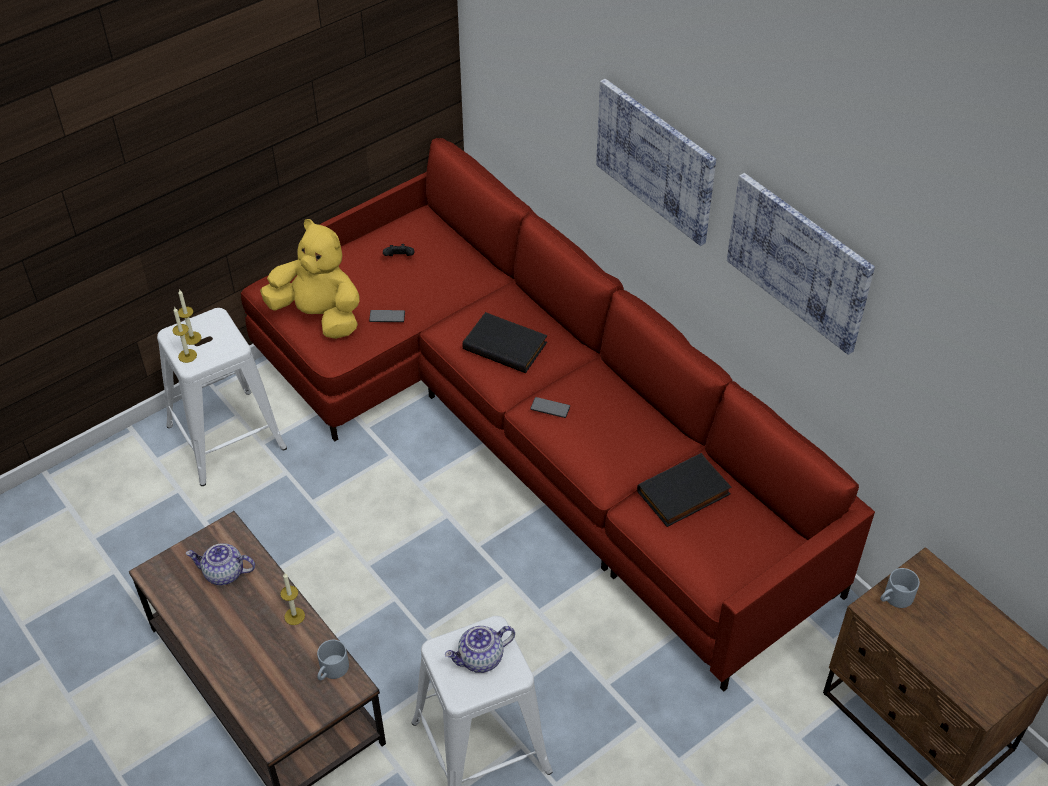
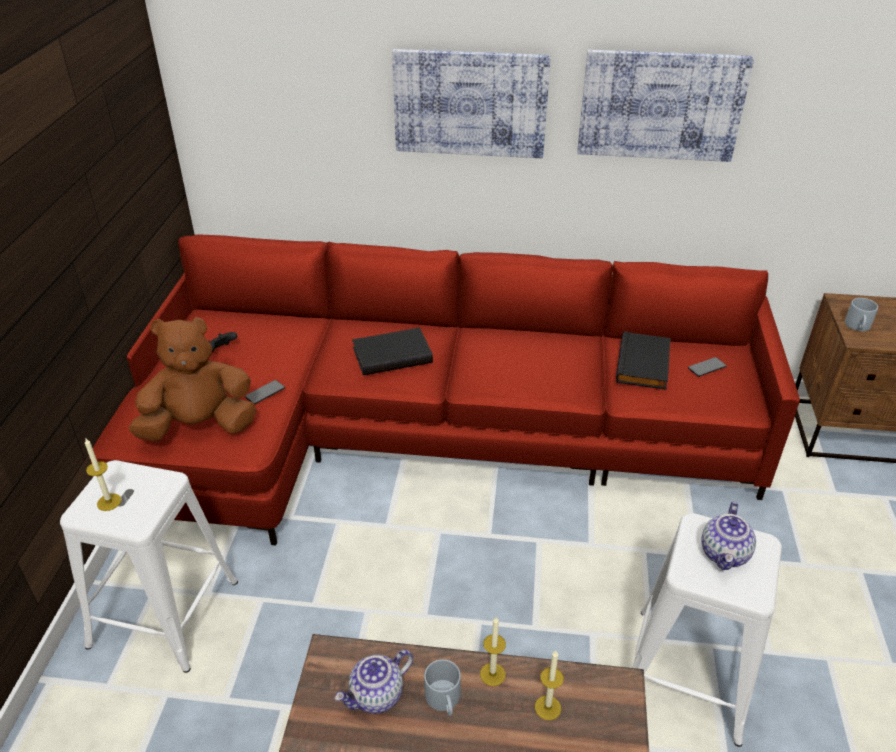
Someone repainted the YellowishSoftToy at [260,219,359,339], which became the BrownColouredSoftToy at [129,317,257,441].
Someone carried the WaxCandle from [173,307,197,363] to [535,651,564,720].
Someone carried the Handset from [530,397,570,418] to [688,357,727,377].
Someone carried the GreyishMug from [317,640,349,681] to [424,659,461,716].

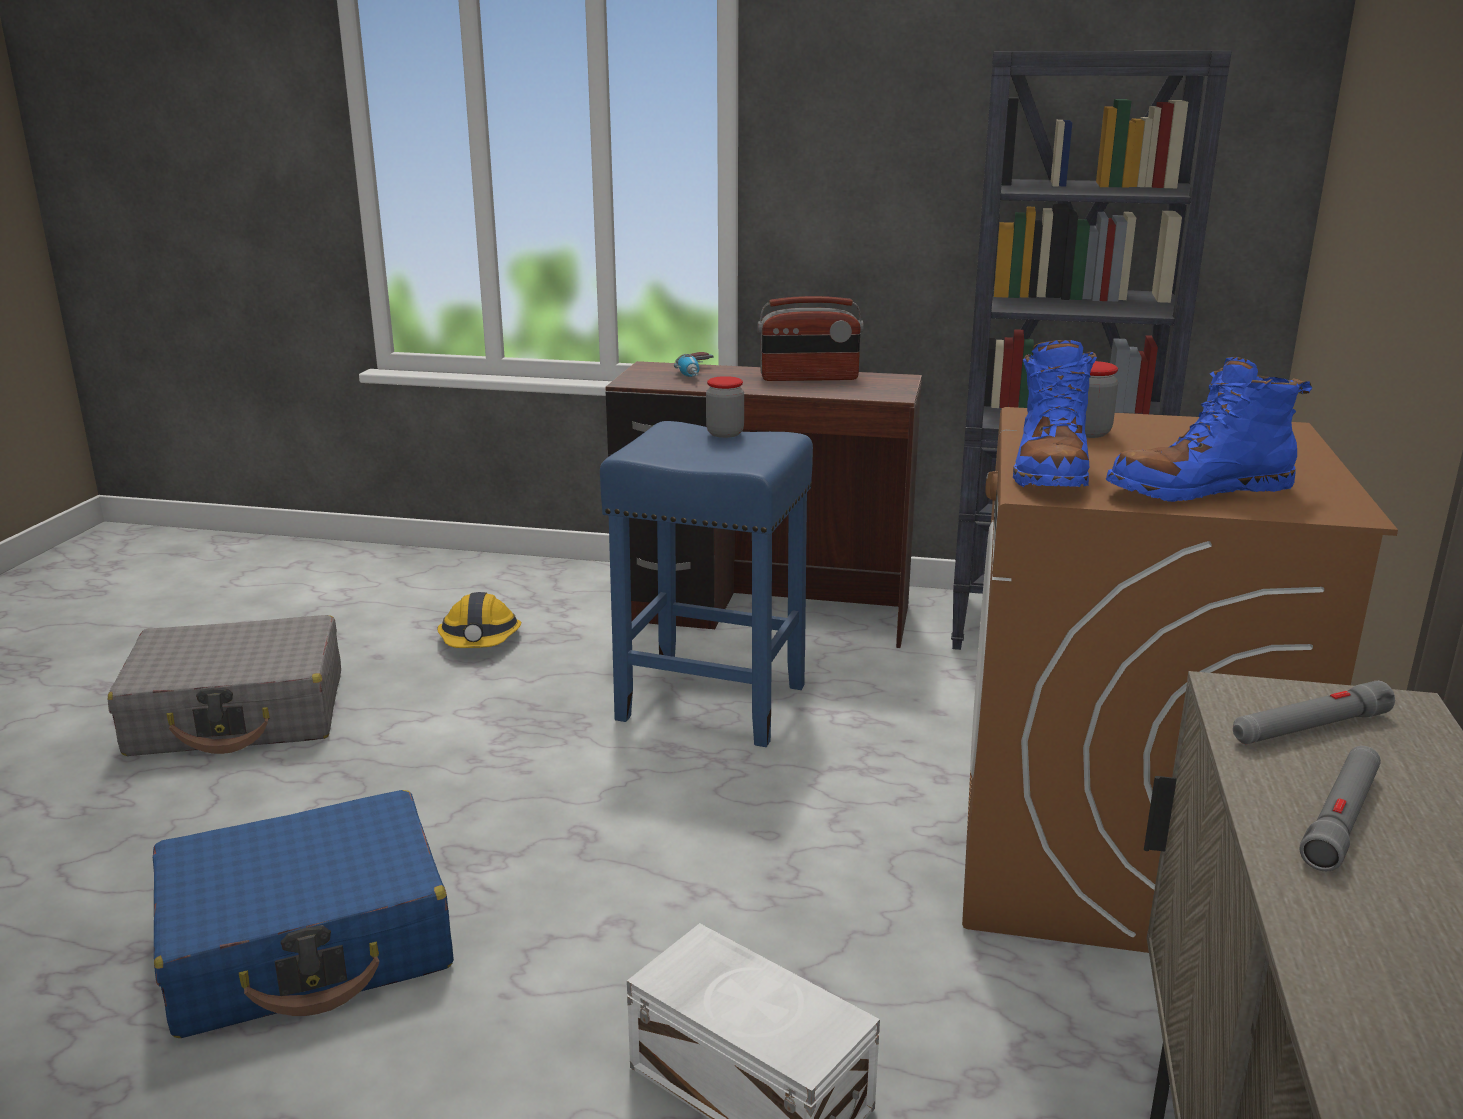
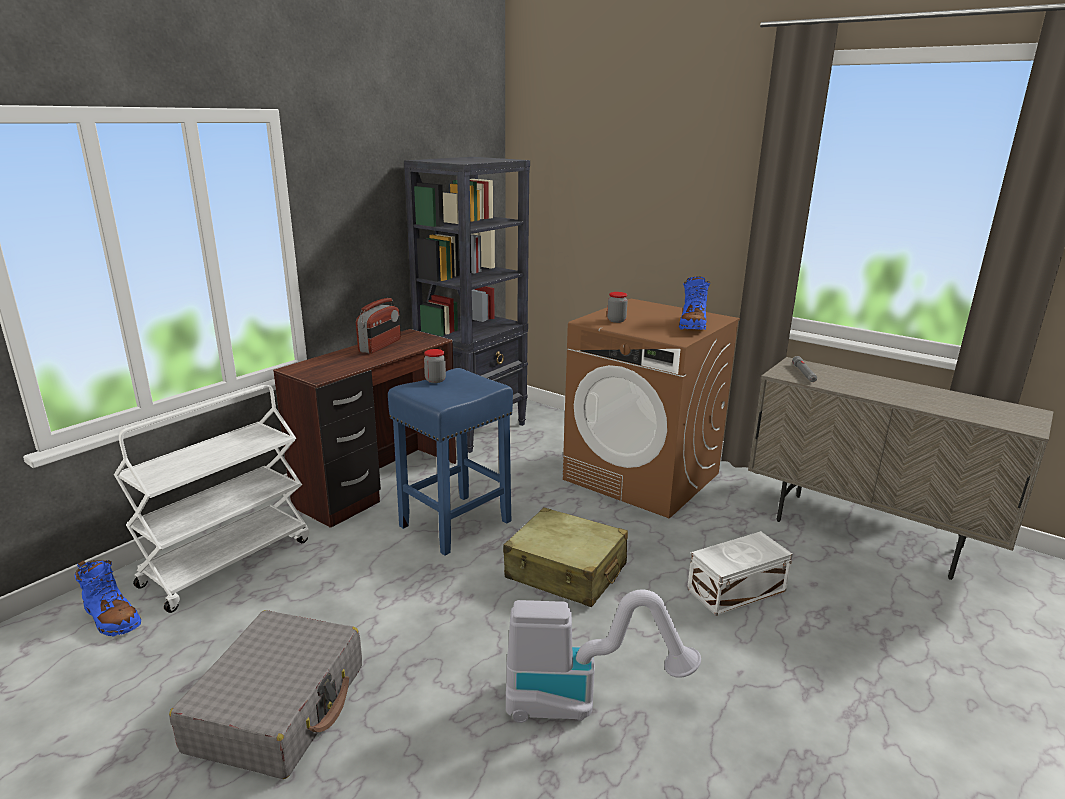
Someone carried the BlueBoot from [1013,340,1097,487] to [74,560,141,637].
Someone took away the Drill at [674,352,713,377].
Someone took away the WorkHelmet at [437,592,521,648].
Someone took away the GreyishTorch at [1299,746,1381,871].
Someone swapped the BlueSuitcase at [153,790,454,1038] for the Hoover at [506,590,701,723].
Someone put down the WhiteColouredTrolley at [114,385,309,613].
Someone put down the SandColouredSuitcase at [503,507,628,607].

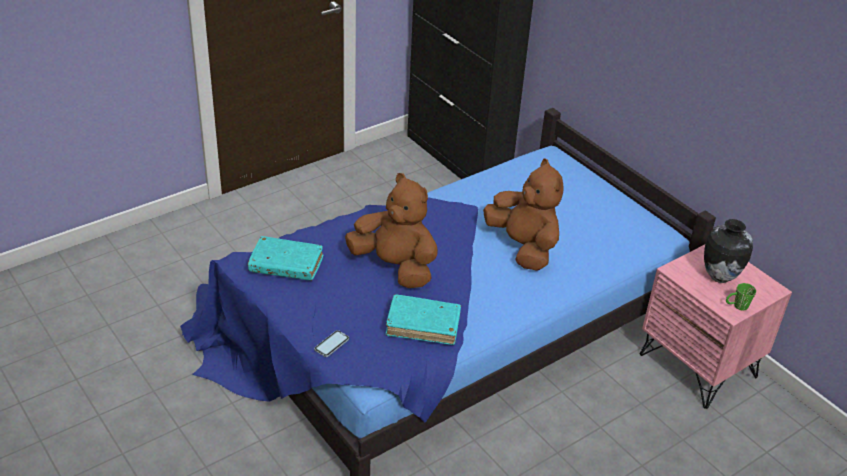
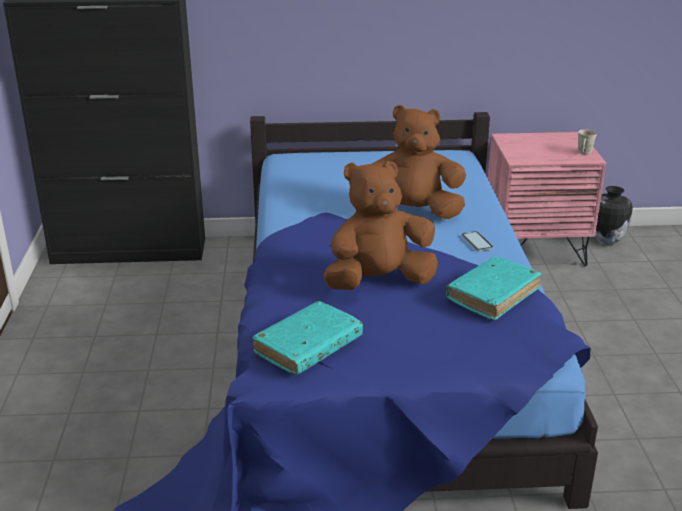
Someone carried the FlowerVase from [704,219,753,283] to [595,186,633,246].
Someone repainted the GreenMug at [726,283,756,311], which became the WhiteColouredMug at [578,129,597,155].
Someone carried the Handset from [314,330,349,357] to [461,231,493,251].

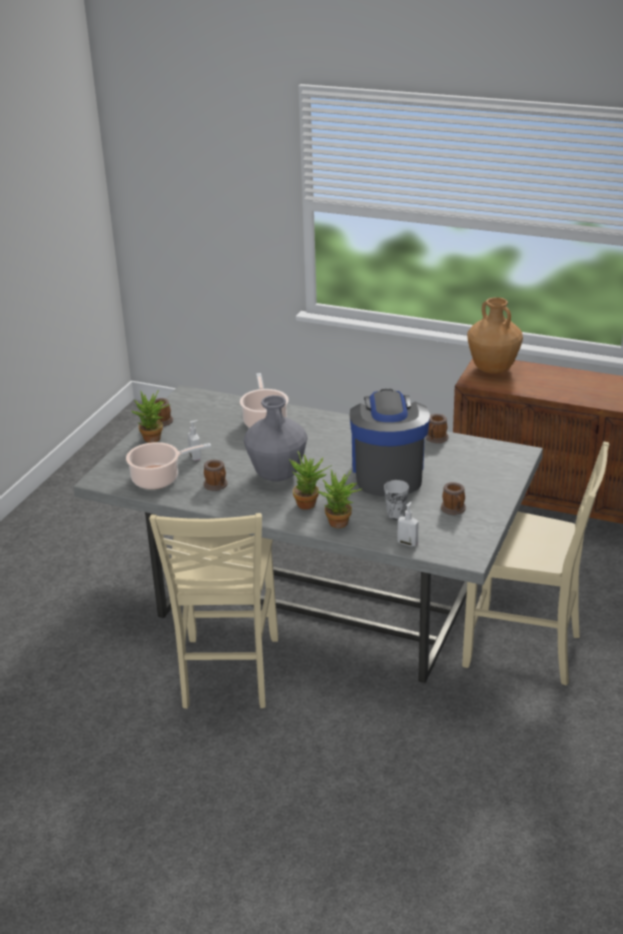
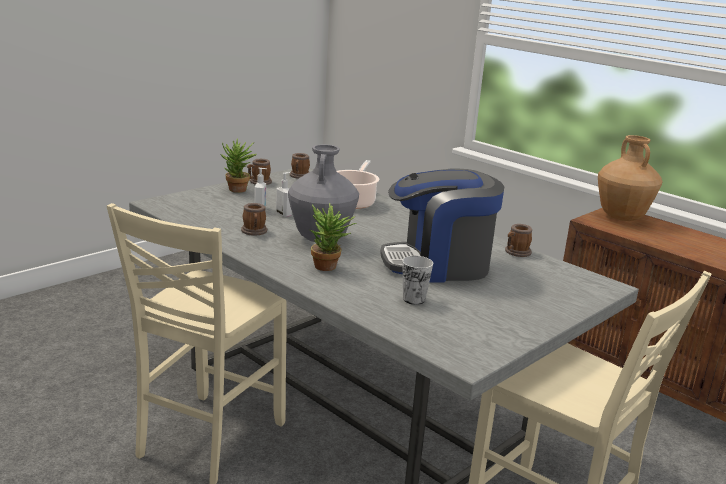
Someone rotated the CoffeeBrewer at [350,389,430,496] by 120 degrees counterclockwise.
Someone took away the Stockpot at [126,442,211,489].
Someone took away the PottedPlant at [318,469,362,528].
Someone carried the Mug from [441,482,466,515] to [290,153,310,179].
Someone carried the SoapDispenser from [398,502,419,546] to [276,172,292,217].

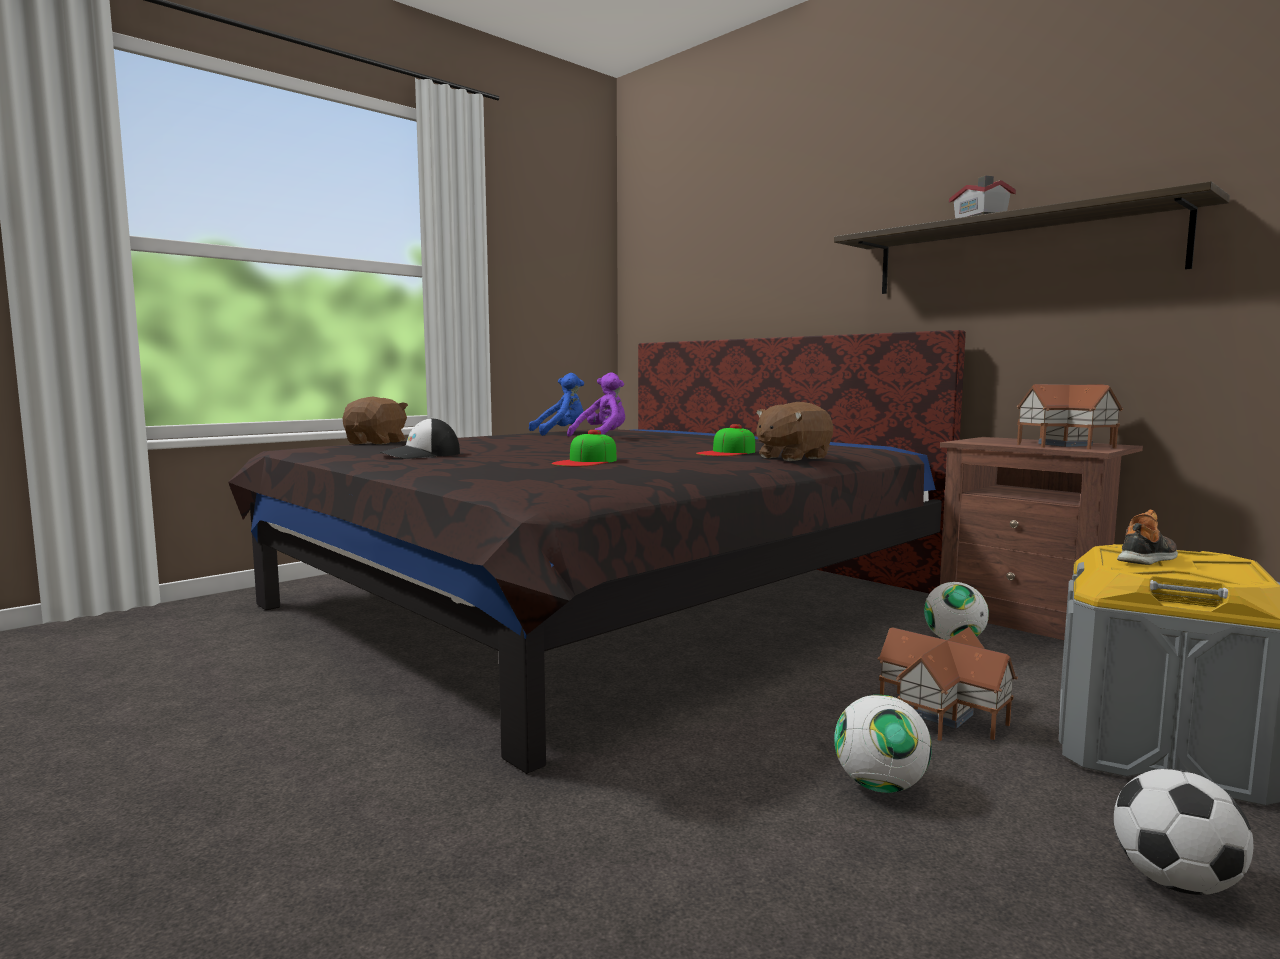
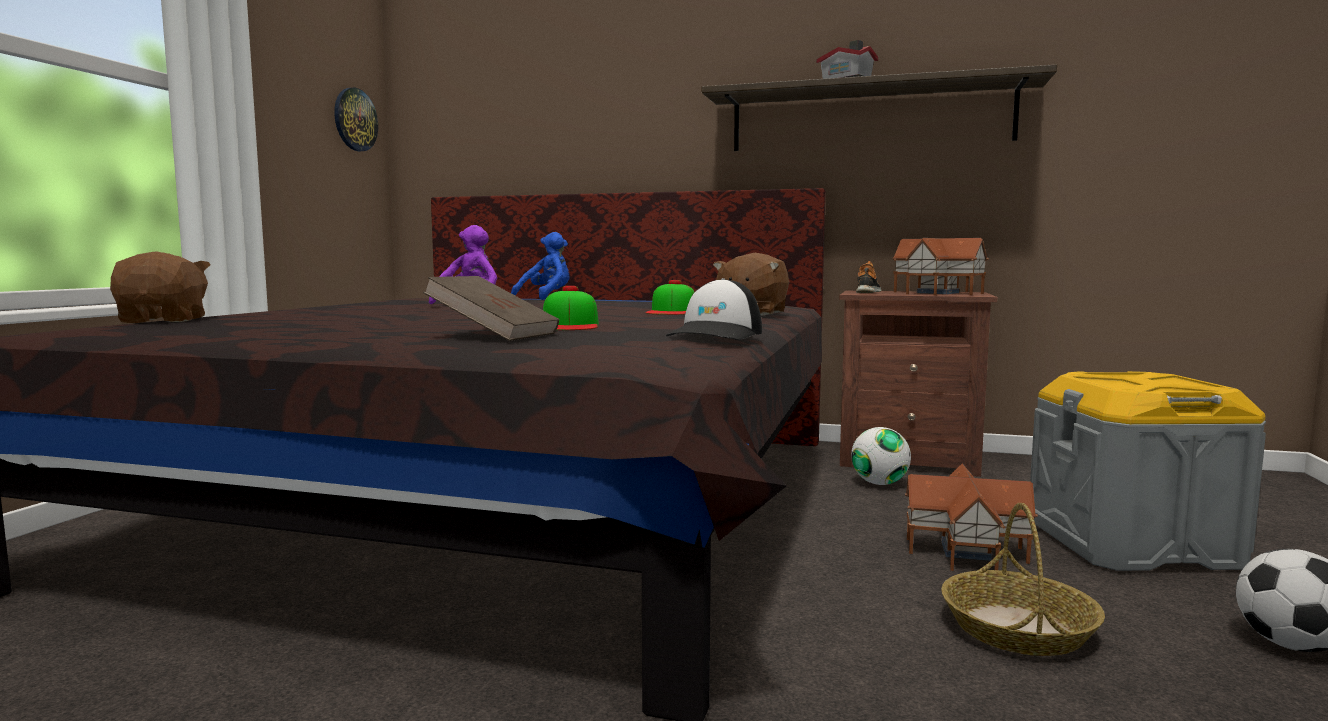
Someone carried the BlueSoftToy from [529,373,584,436] to [511,232,570,300].
Someone carried the PeakedCap from [380,418,460,459] to [666,278,762,340].
Someone carried the LowShoe from [1117,510,1178,565] to [856,261,882,293].
Someone swapped the BallForFootball at [834,695,932,793] for the HouseholdBasket at [941,503,1105,656].
Someone put up the ClockOnTheWall at [334,88,378,151].
Someone put down the BrownColouredBook at [423,276,559,341].

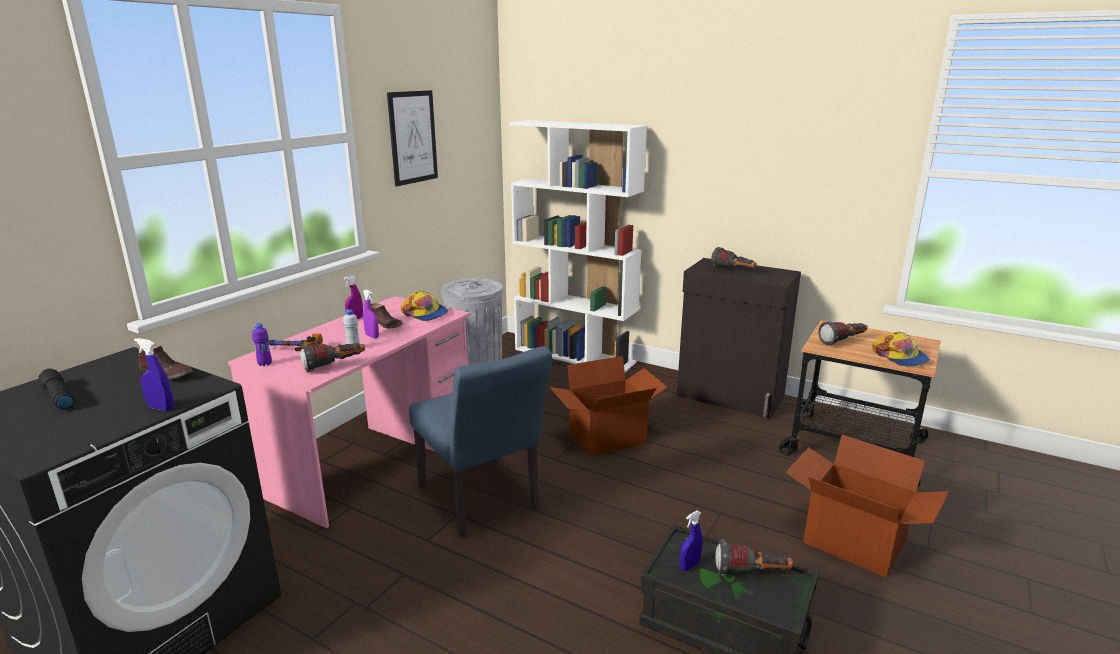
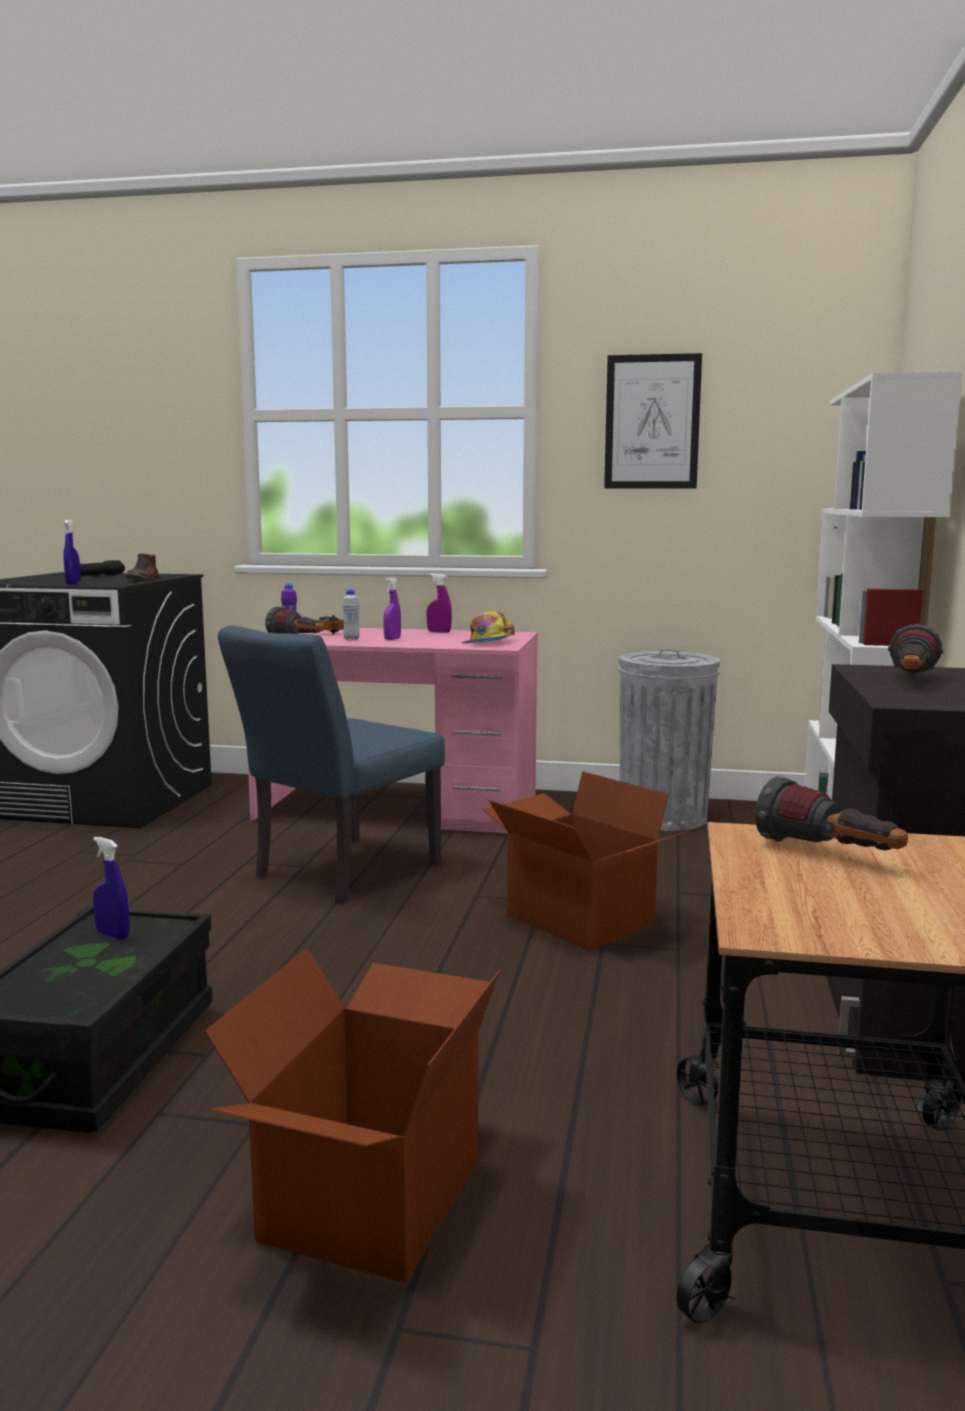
Someone took away the BrownColouredLowShoe at [371,303,403,329].
Someone took away the PeakedCap at [872,332,930,366].
Someone took away the Torch at [715,539,793,576].

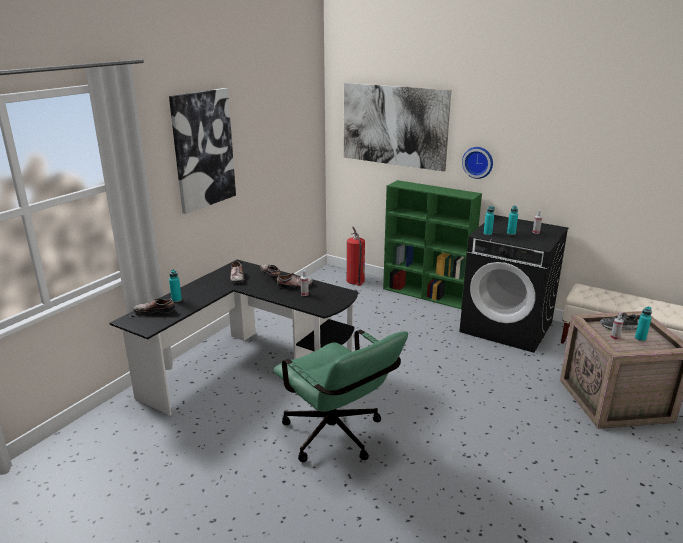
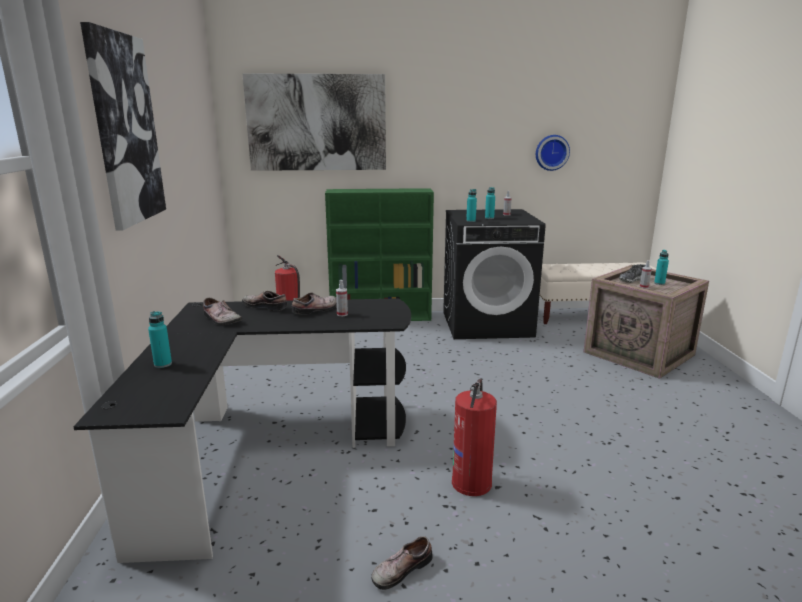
Someone carried the ClockOnTheWall from [462,147,493,179] to [536,135,570,171].
Someone carried the LowShoe from [134,298,175,314] to [371,536,432,590].
Someone swapped the GreenDeskChair at [273,329,408,462] for the FireExtinguisher at [452,379,497,496].

